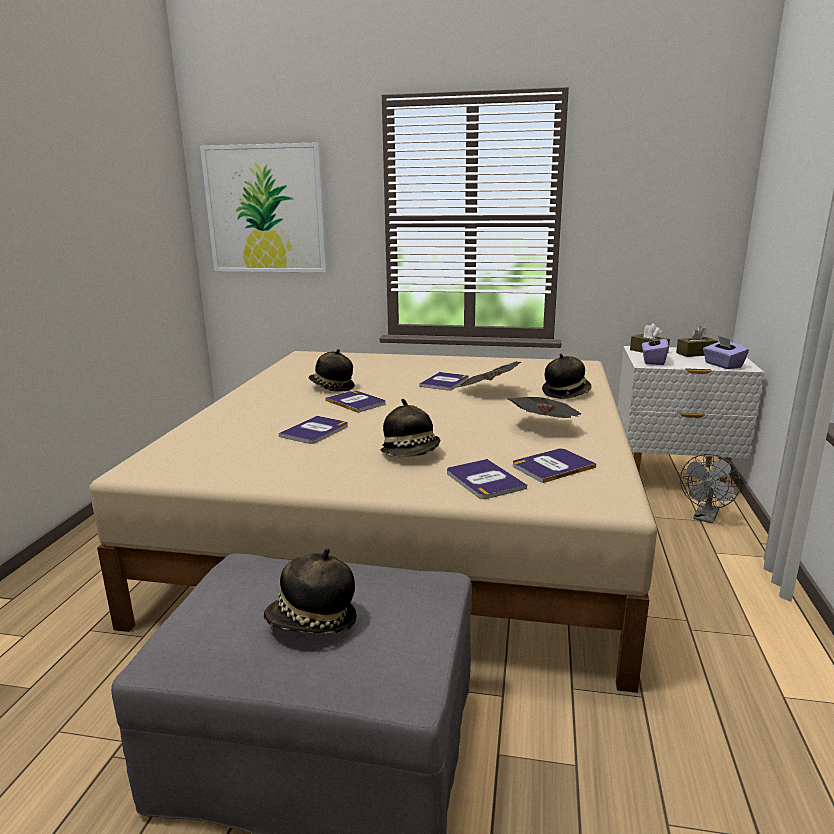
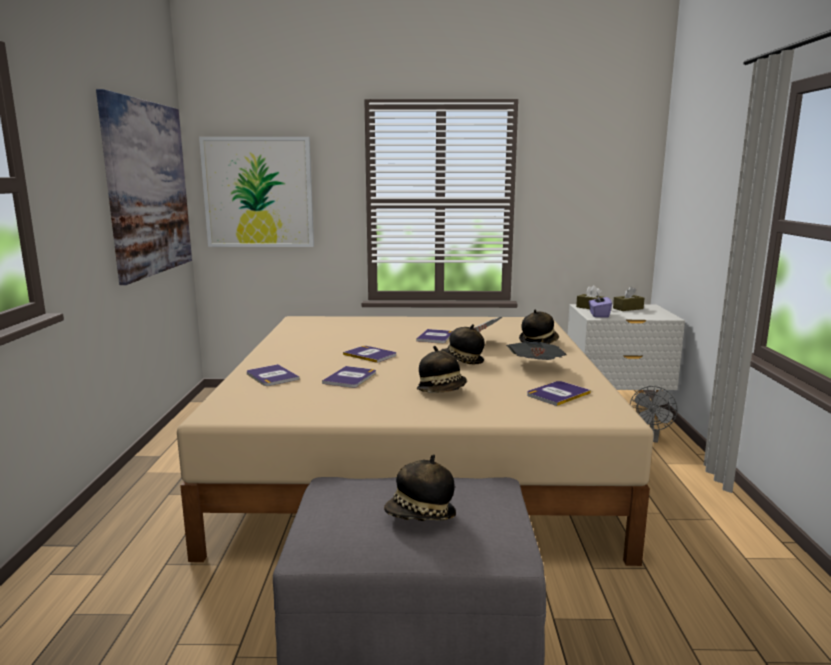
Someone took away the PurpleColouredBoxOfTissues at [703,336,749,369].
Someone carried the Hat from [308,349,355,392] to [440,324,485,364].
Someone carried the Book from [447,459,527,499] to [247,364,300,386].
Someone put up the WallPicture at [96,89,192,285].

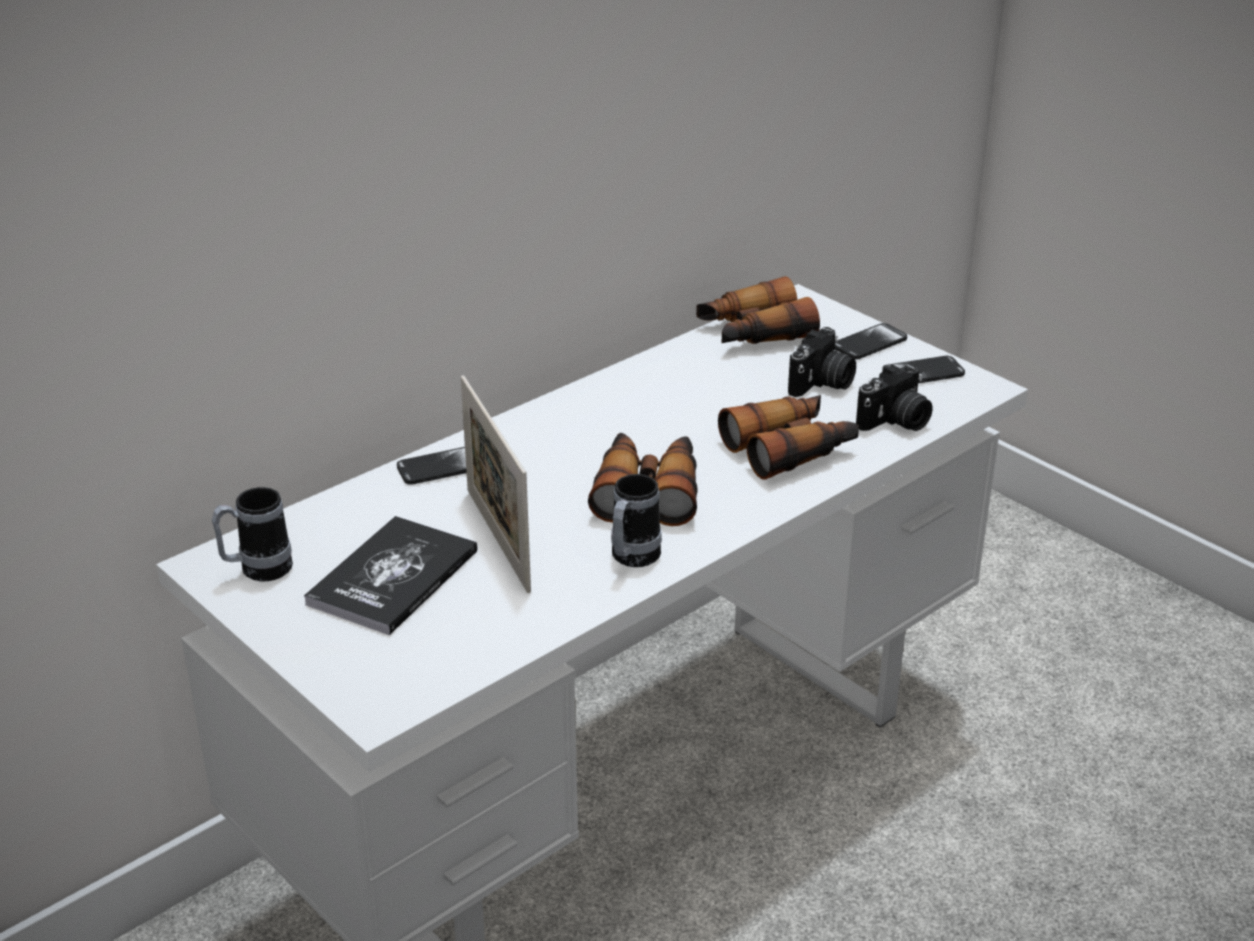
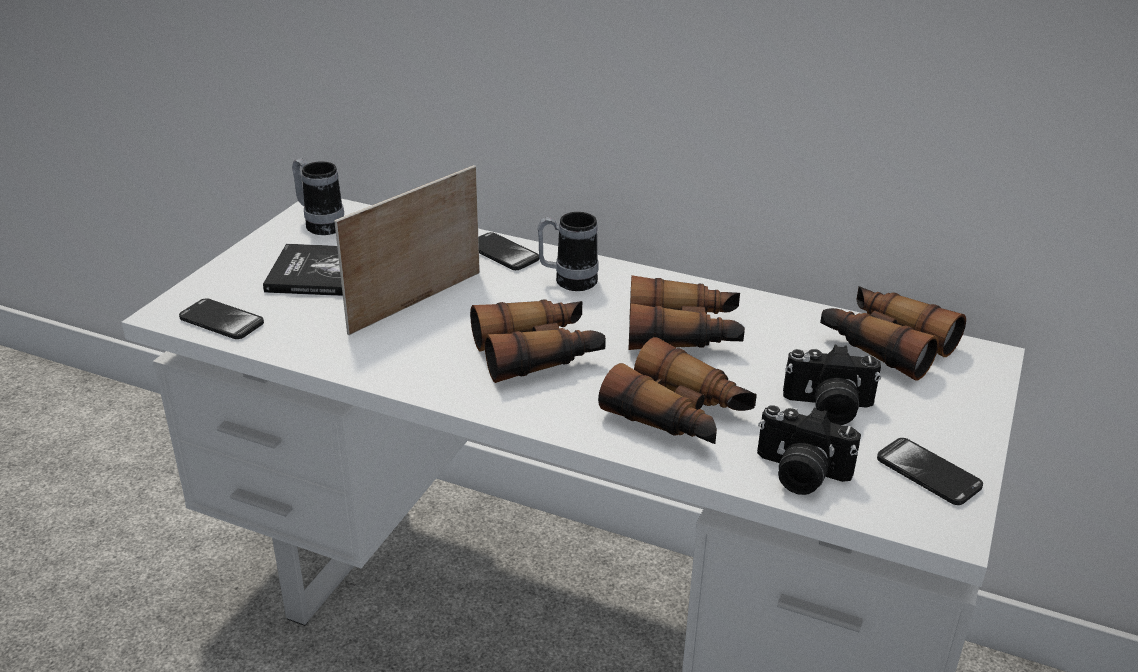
Someone carried the Handset from [835,323,907,360] to [179,299,264,339].
Someone carried the Mug from [611,474,662,567] to [538,212,599,291].
Someone put down the Binoculars at [629,275,745,350].

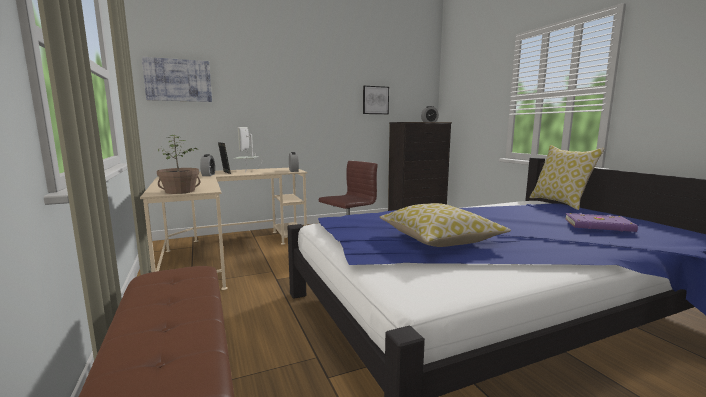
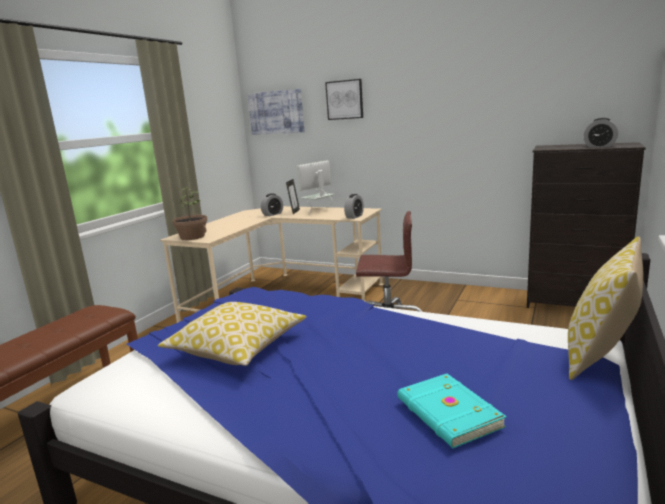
Someone carried the WallPicture from [363,86,389,114] to [325,79,363,120].
Someone repainted the PurpleColouredBook at [565,213,638,232], which became the TurquoiseColouredBook at [397,374,507,448].

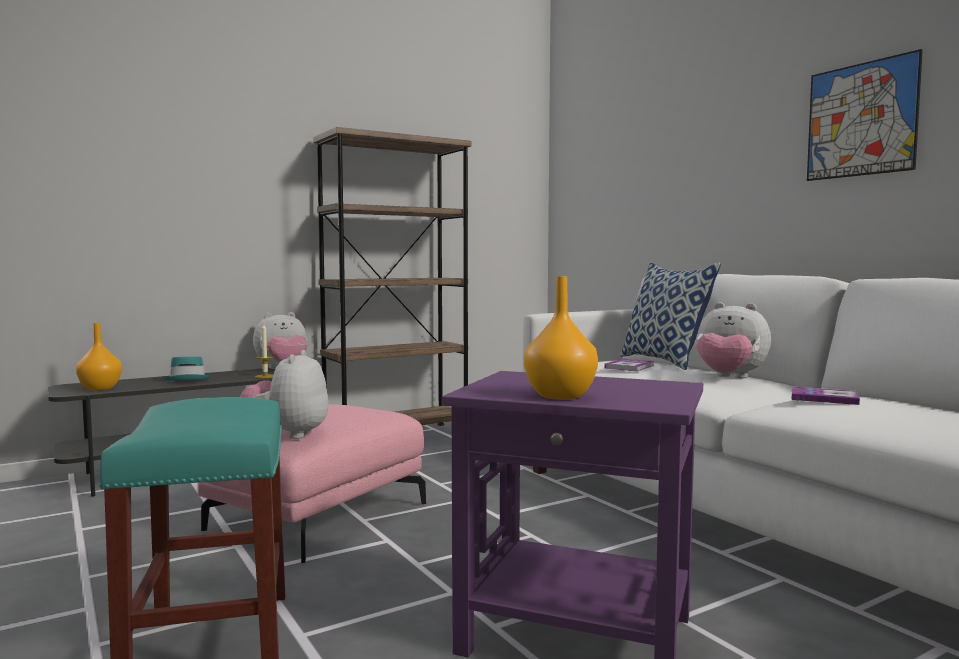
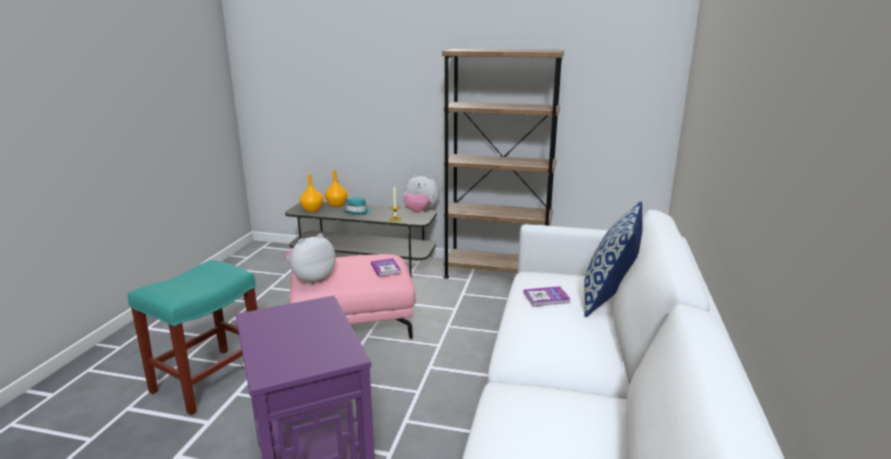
Someone took away the WallPicture at [807,49,923,181].
Someone carried the OrangeColouredFlowerVase from [524,276,598,400] to [325,170,347,207].
Someone took away the SoftToy at [696,302,771,378].
Someone carried the Book from [791,387,860,405] to [371,258,401,277].

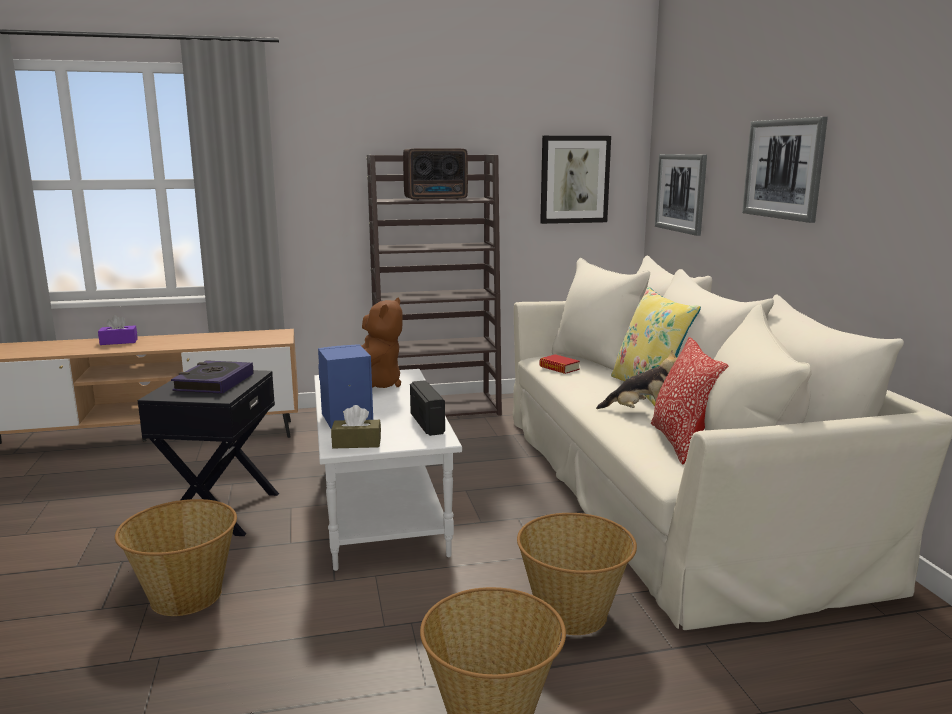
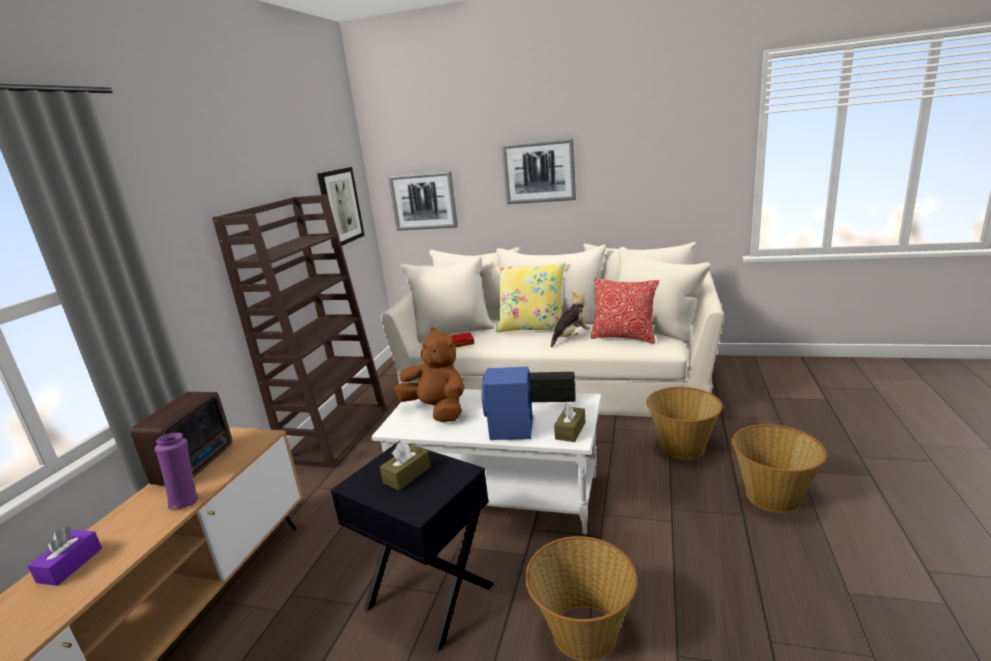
Someone carried the RadioSet from [403,148,468,201] to [130,392,232,485].
Someone swapped the Book at [171,360,254,394] for the BrownColouredBoxOfTissues at [380,441,431,491].
Someone put down the PurpleColouredFlowerVase at [154,433,198,509].

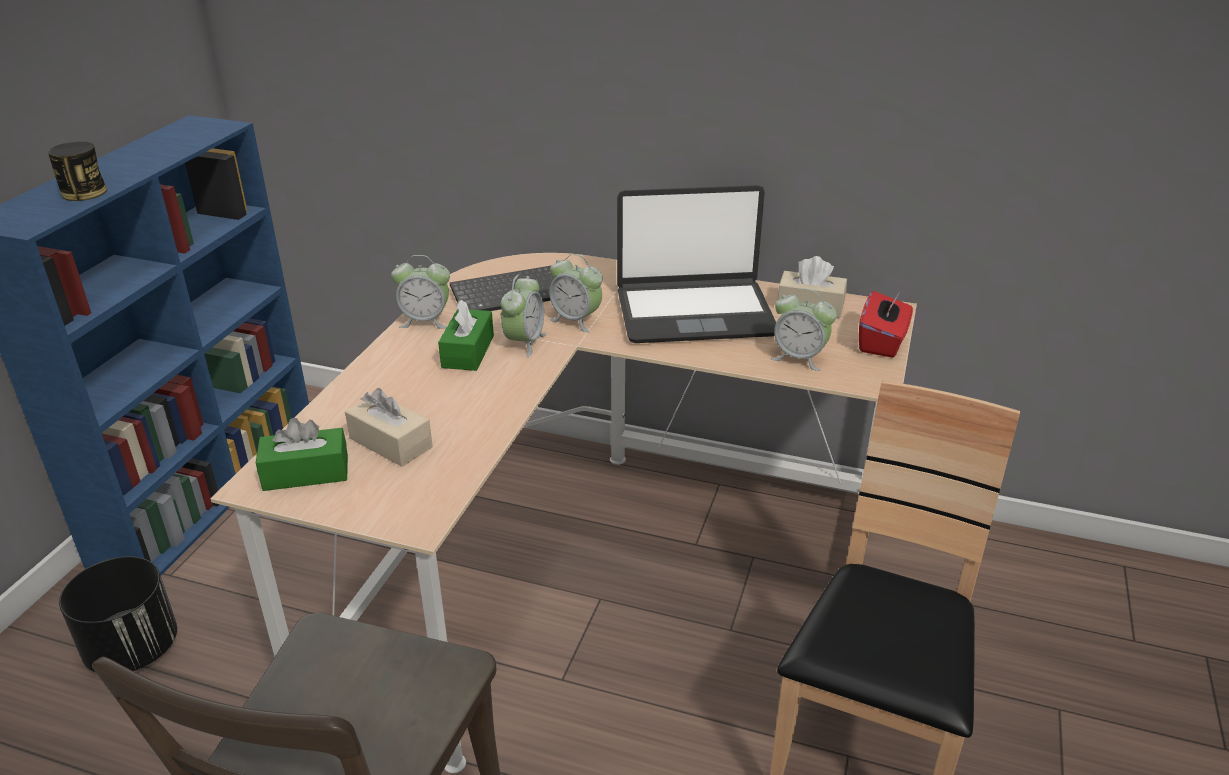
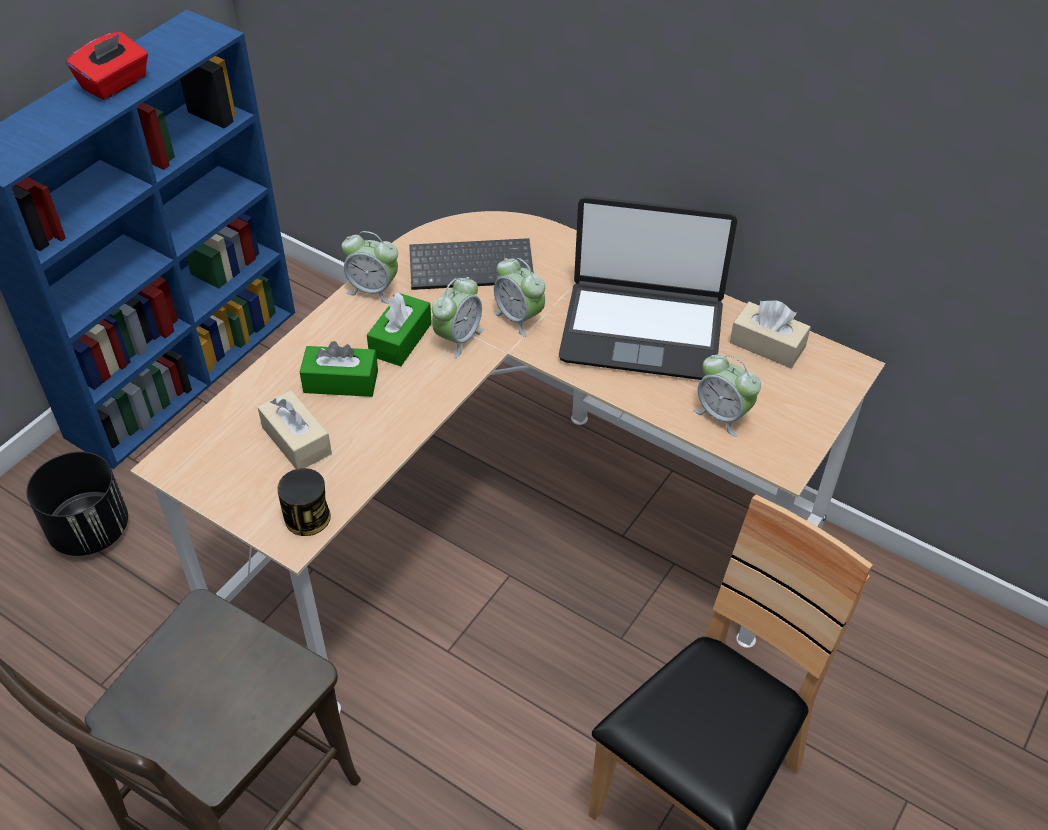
Someone carried the MetalCan from [48,141,107,201] to [277,468,331,536].
Someone carried the RedBoxOfTissues from [859,291,913,358] to [67,32,148,100].
Someone carried the GreenBoxOfTissues from [256,418,348,491] to [300,341,378,397].

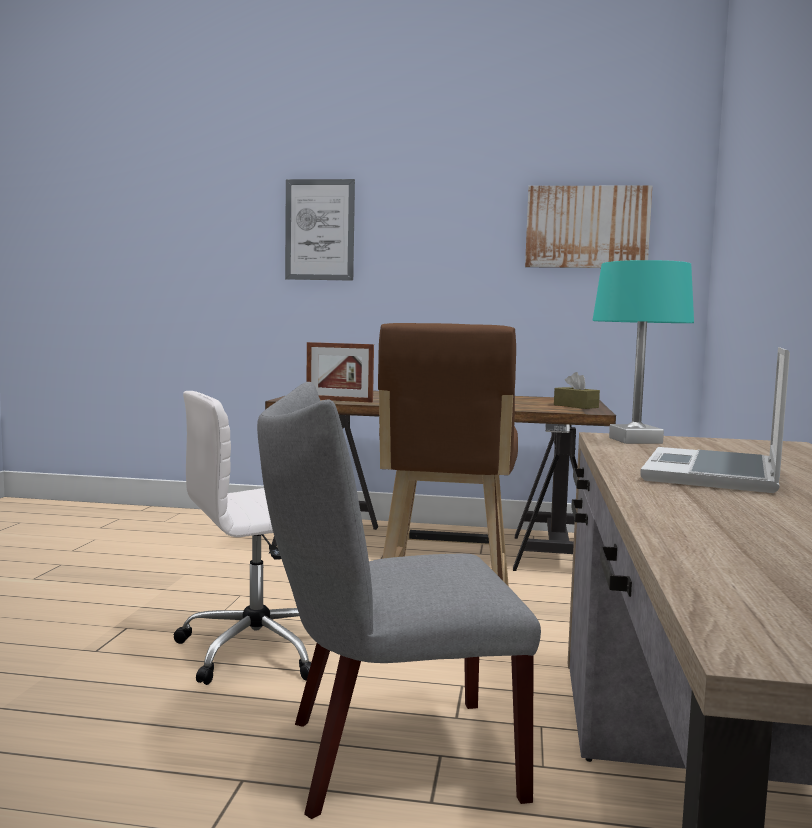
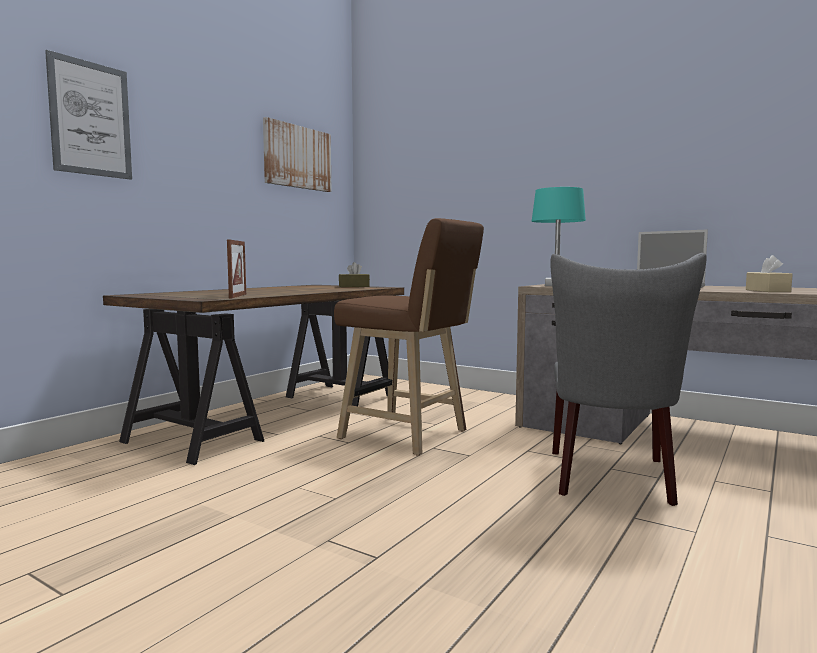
Someone rotated the PictureFrame at [306,342,374,403] by 45 degrees counterclockwise.
Someone took away the WhiteColouredDeskChair at [174,391,311,685].
Someone put down the SandColouredBoxOfTissues at [746,255,793,292].

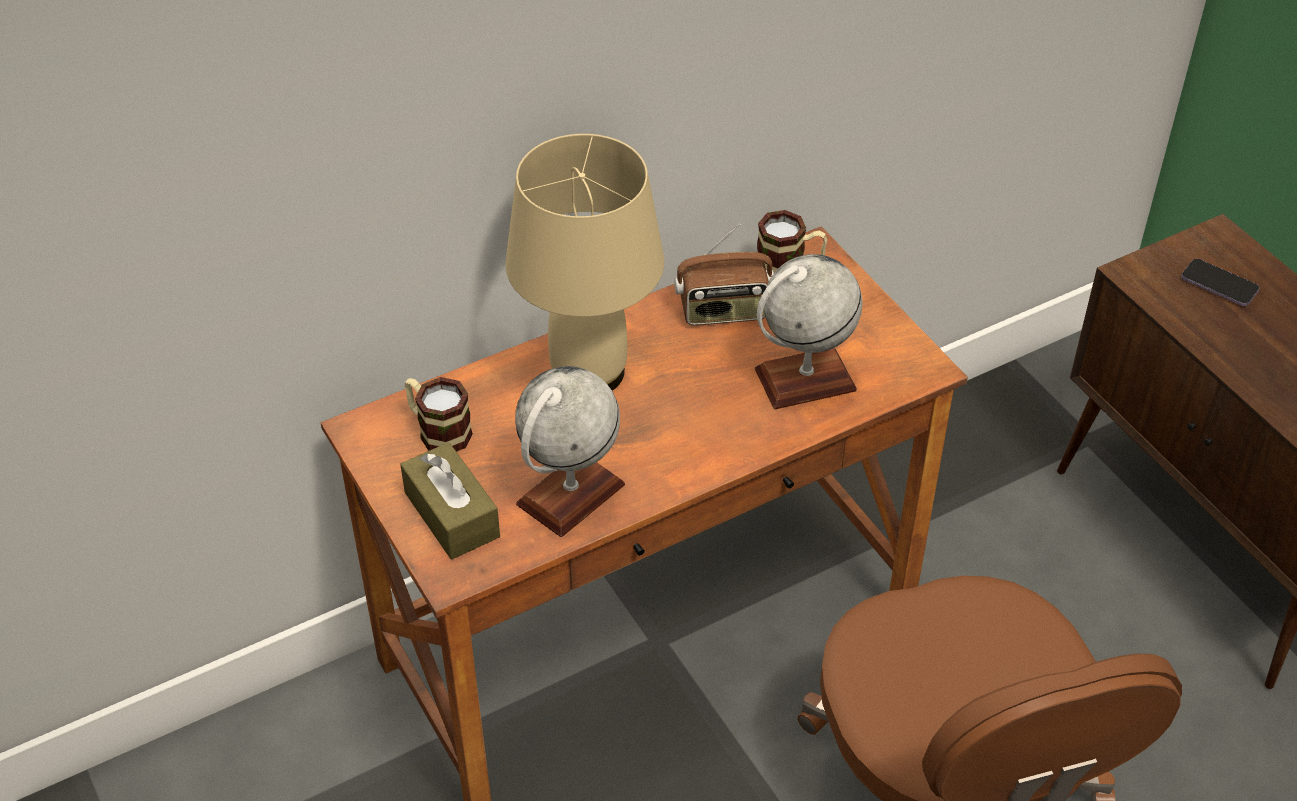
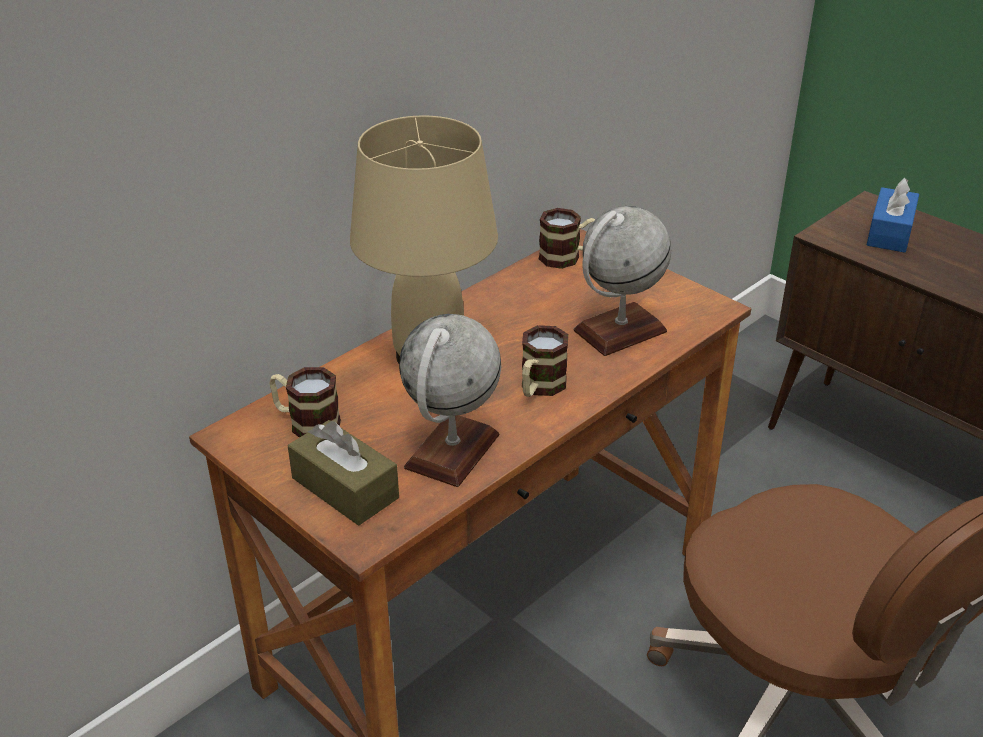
Someone took away the RadioSet at [674,223,774,325].
Someone swapped the Handset at [1181,259,1260,306] for the BlueBoxOfTissues at [867,178,919,253].
Someone put down the Mug at [522,325,568,397].

